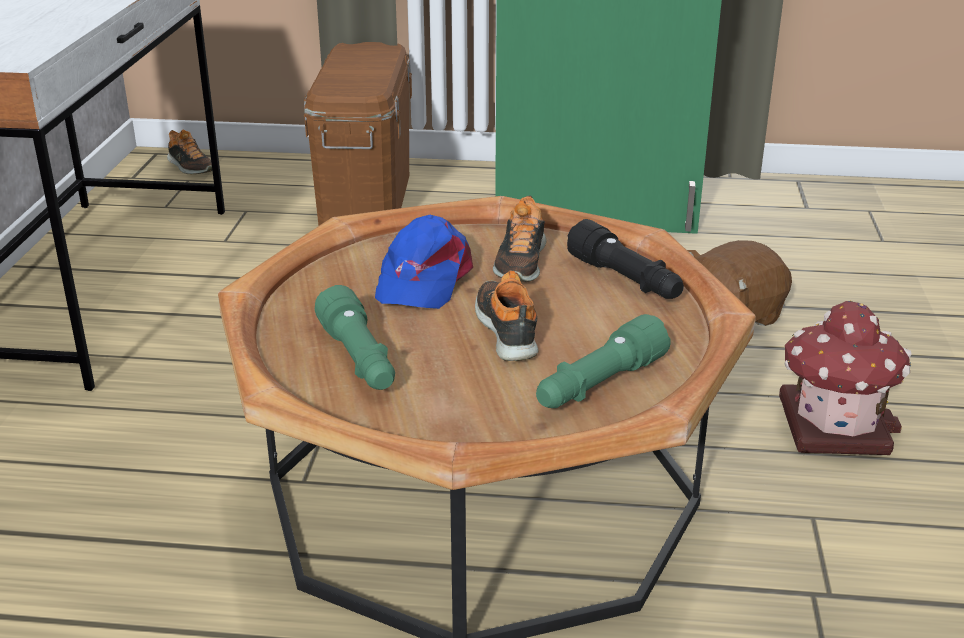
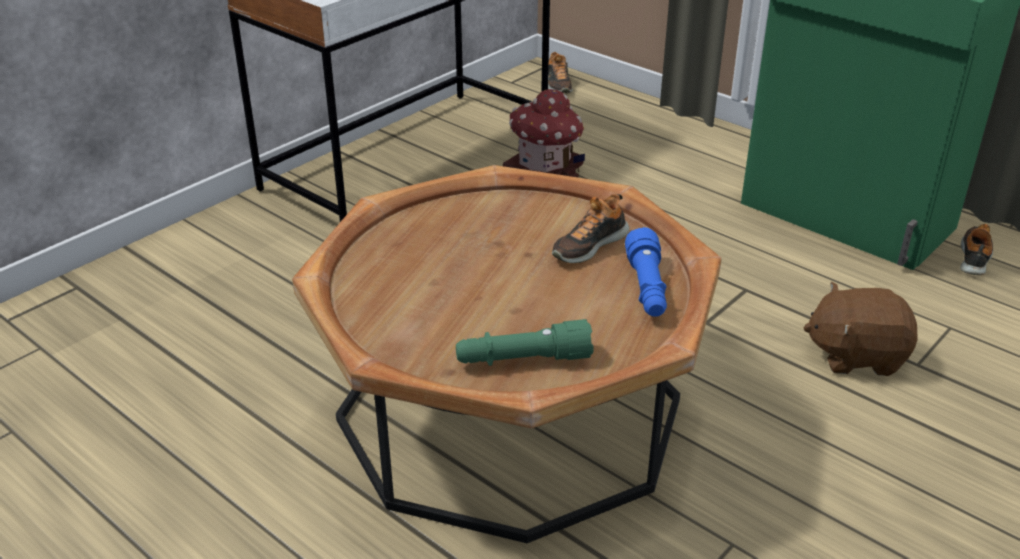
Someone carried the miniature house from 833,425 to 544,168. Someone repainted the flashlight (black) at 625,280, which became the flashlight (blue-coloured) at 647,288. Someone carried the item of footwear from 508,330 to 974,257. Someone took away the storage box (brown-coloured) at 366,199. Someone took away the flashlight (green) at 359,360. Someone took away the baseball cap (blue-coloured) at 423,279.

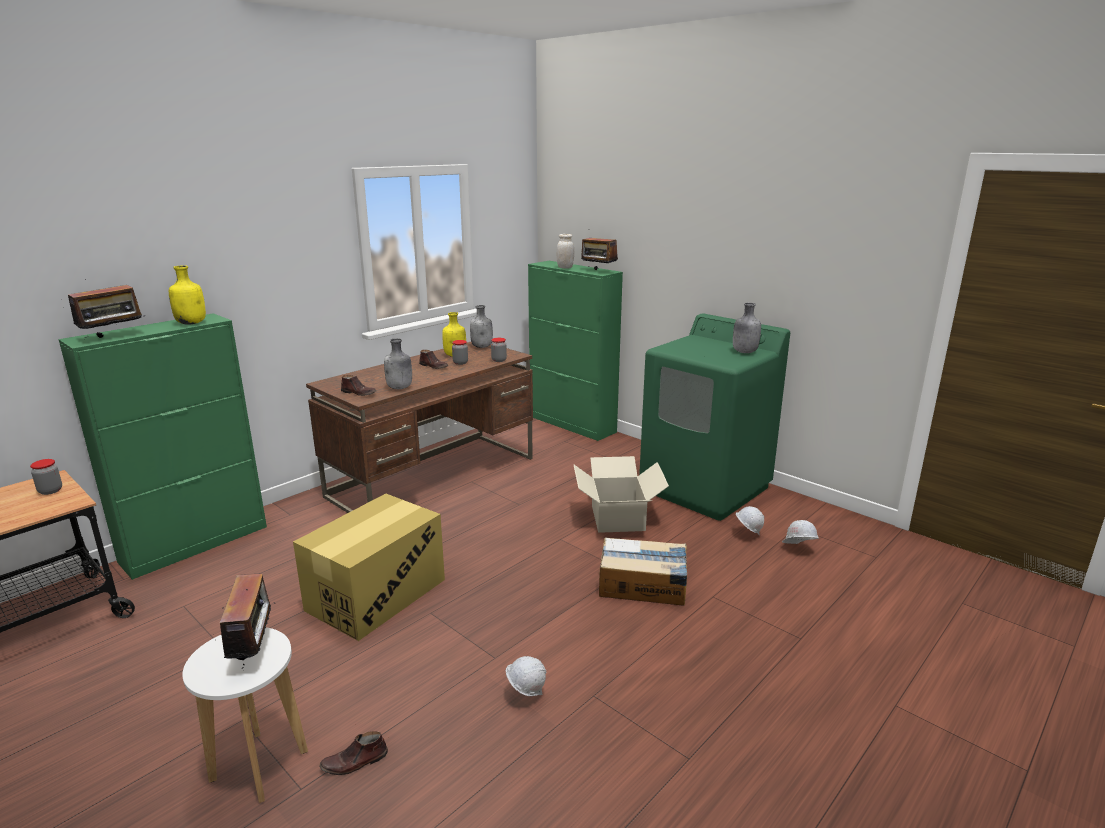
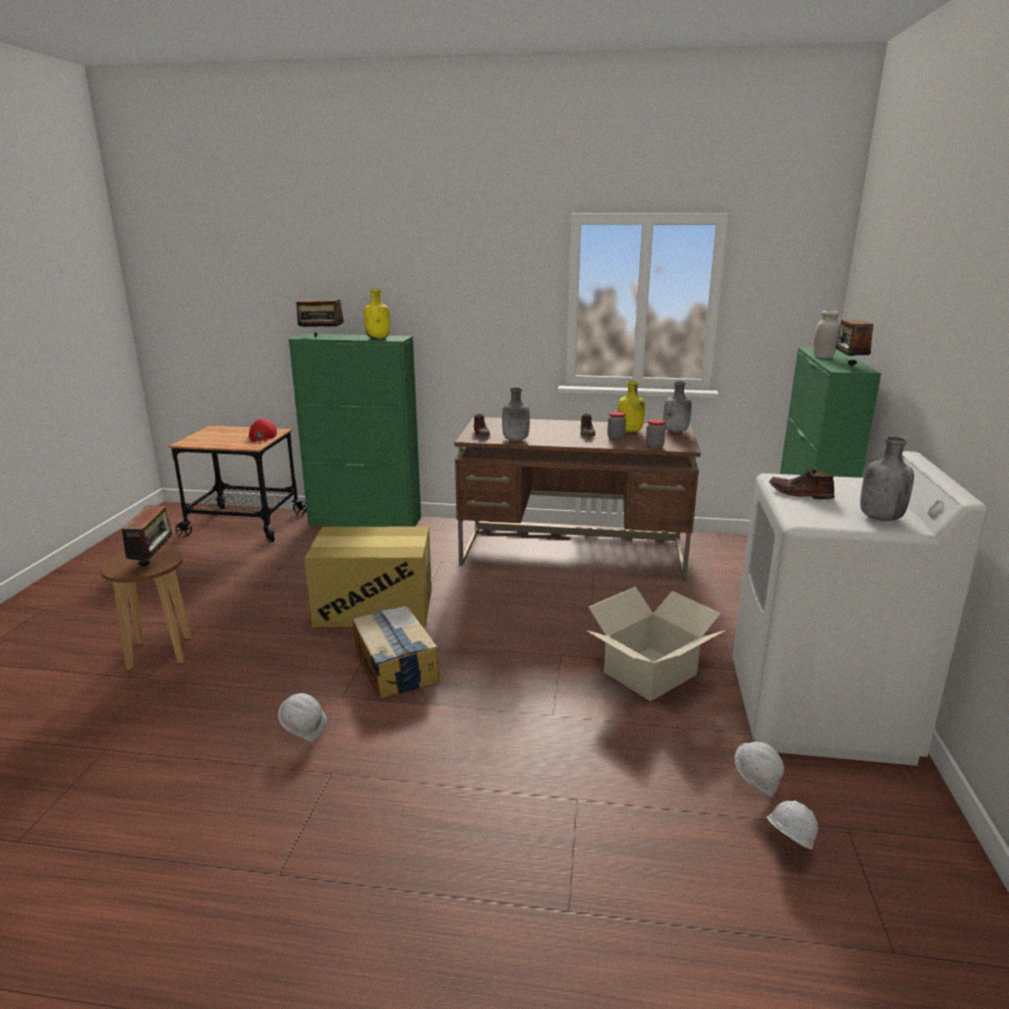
Someone repainted the sitting stool (white-coloured) at 259,766, which became the sitting stool (brown-coloured) at 160,653. Someone rotated the radio receiver at 253,649 by 45 degrees counterclockwise. Someone swapped the jar at 50,491 for the baseball cap (reddish) at 262,436. Someone carried the carton from 643,585 to 395,666. Someone repainted the laundry appliance (green) at 705,488, which became the laundry appliance (white-coloured) at 818,711. Someone carried the item of footwear (brown-coloured) from 355,762 to 800,493.

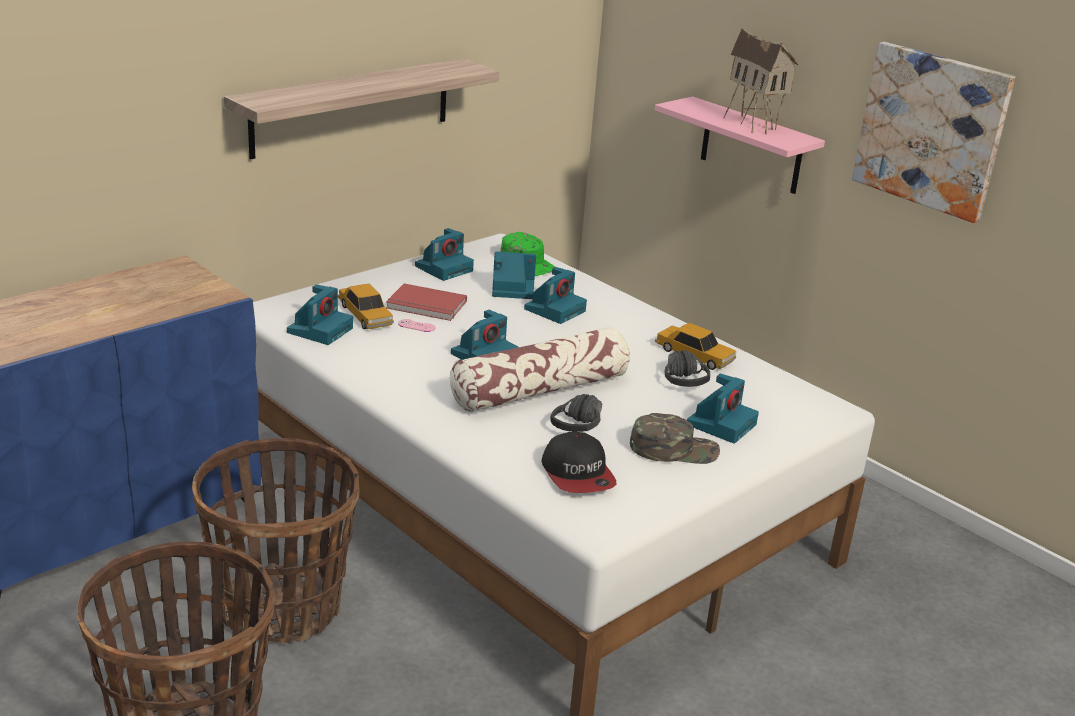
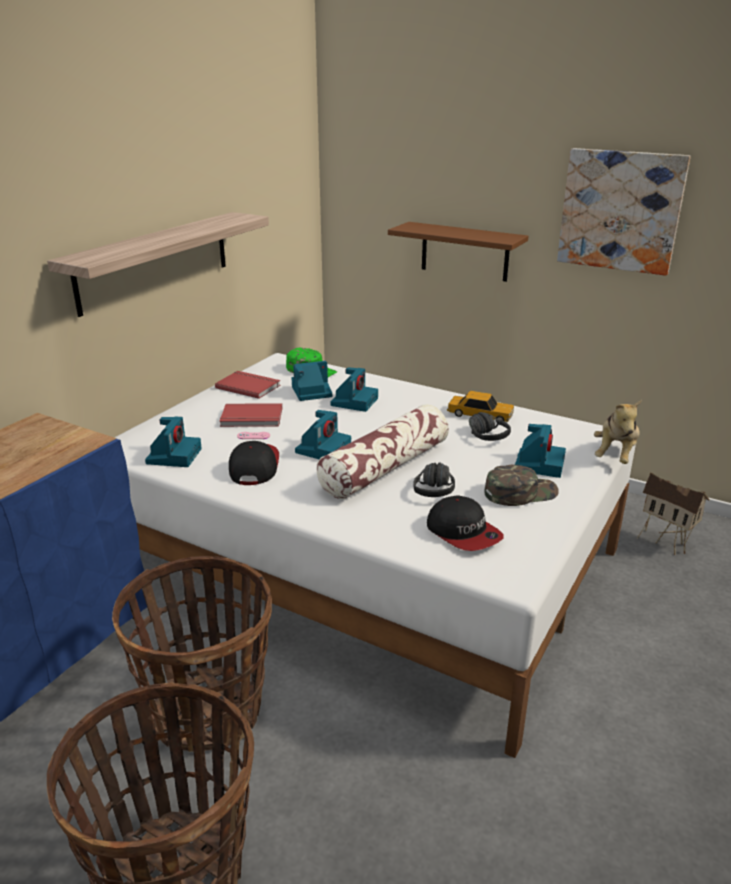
Someone swapped the photo camera at 444,268 for the book (reddish) at 249,386. Someone put down the baseball cap at 254,466. Someone repainted the wall shelf (pinkish) at 751,146, which became the wall shelf (brown-coloured) at 464,251. Someone put down the plush toy at 615,455. Someone carried the miniature house from 753,125 to 665,542. Someone took away the miniature car at 365,315.

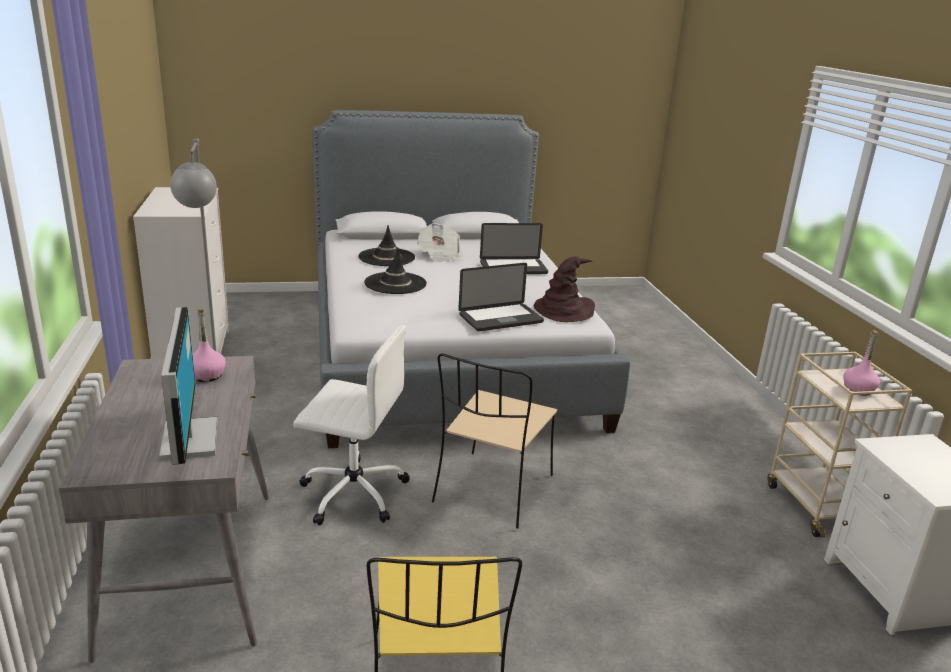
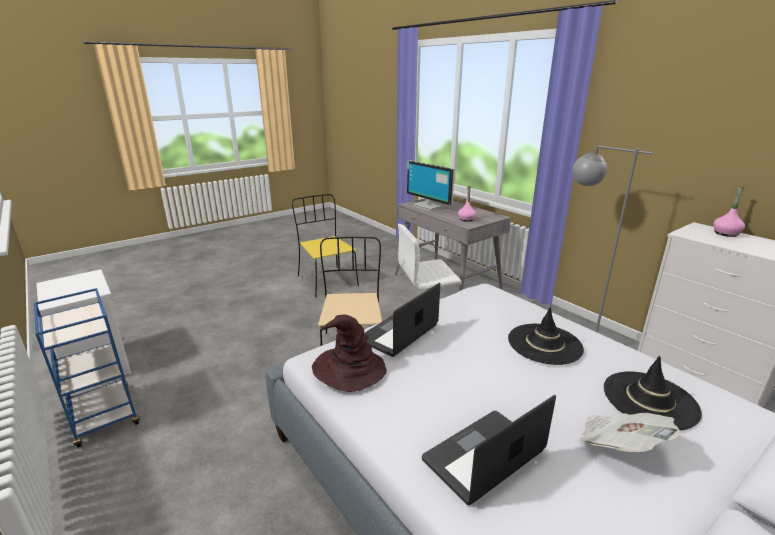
Someone repainted the trolley (sand-coloured) at 816,506, which became the trolley (blue-coloured) at 105,416. Someone carried the bottle (pinkish) from 858,390 to 725,233.

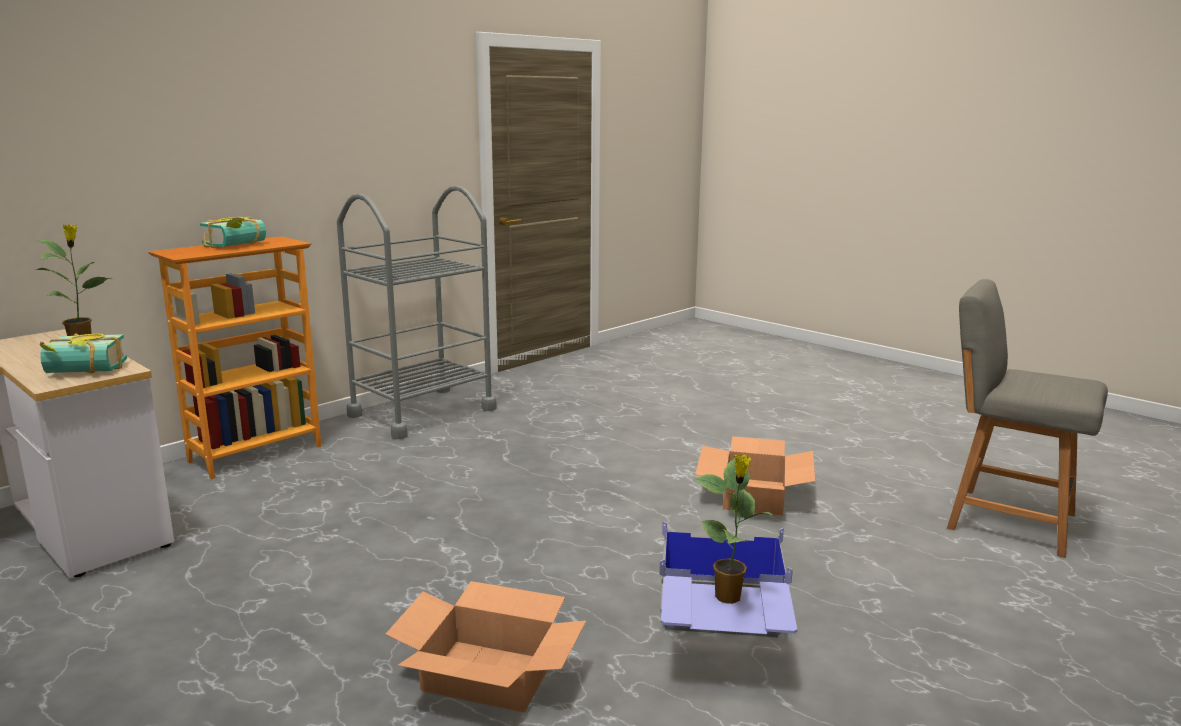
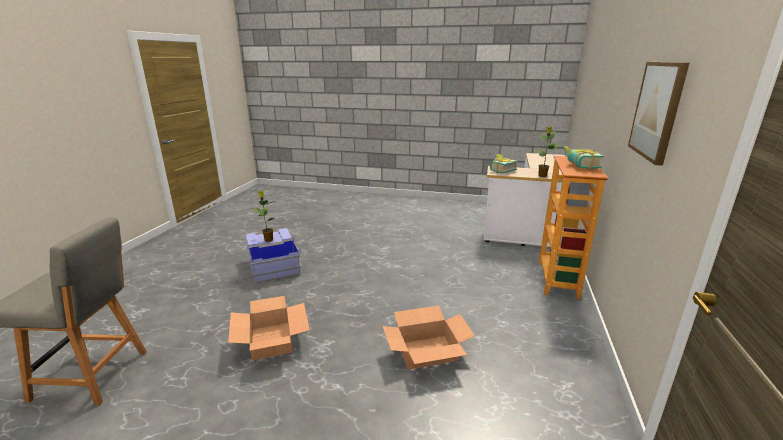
Someone carried the carton from 488,674 to 427,351. Someone put up the wall art at 657,110. Someone took away the trolley (grey) at 422,412.

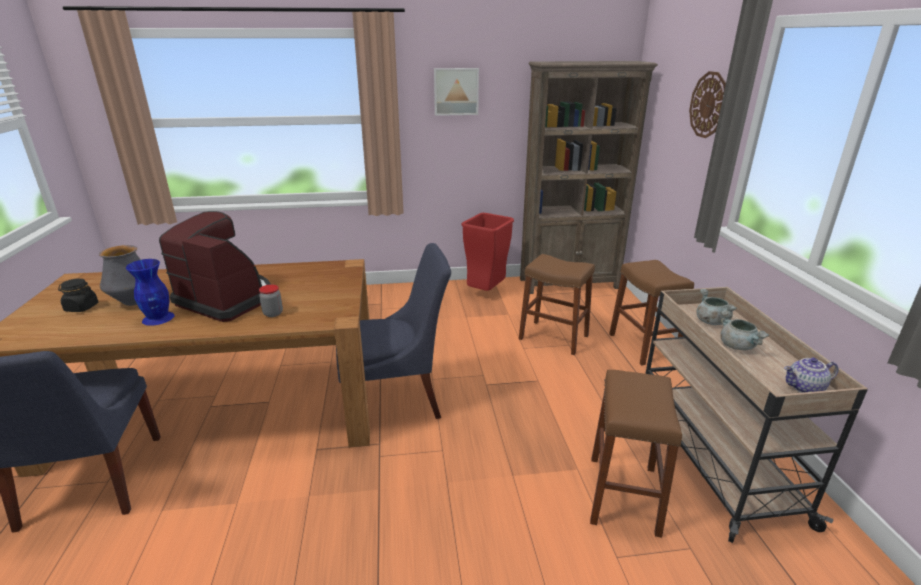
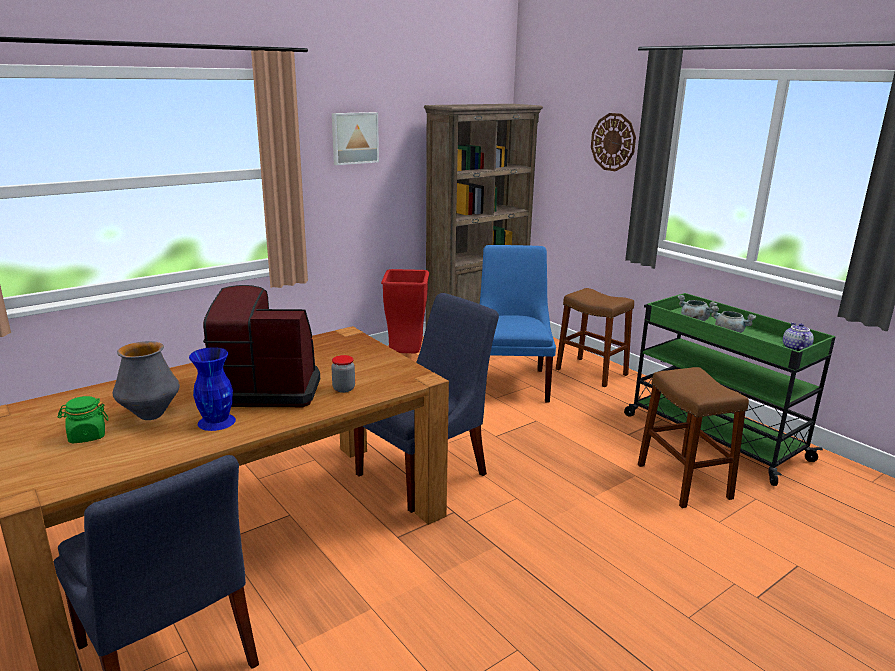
Someone repainted the jar (black) at 81,307, which became the jar (green) at 87,436. Someone swapped the sitting stool (brown-coloured) at 553,337 for the chair (blue-coloured) at 512,382. Someone repainted the trolley (sand-coloured) at 711,455, which became the trolley (green) at 712,436. Someone rotated the pot for tea at 805,388 by 135 degrees clockwise.

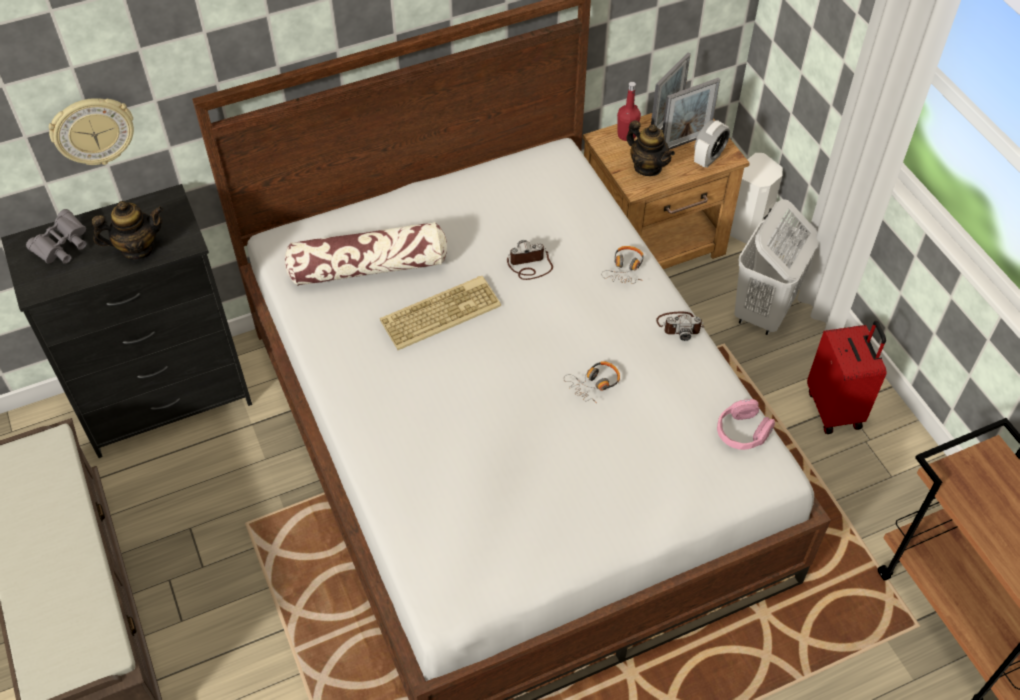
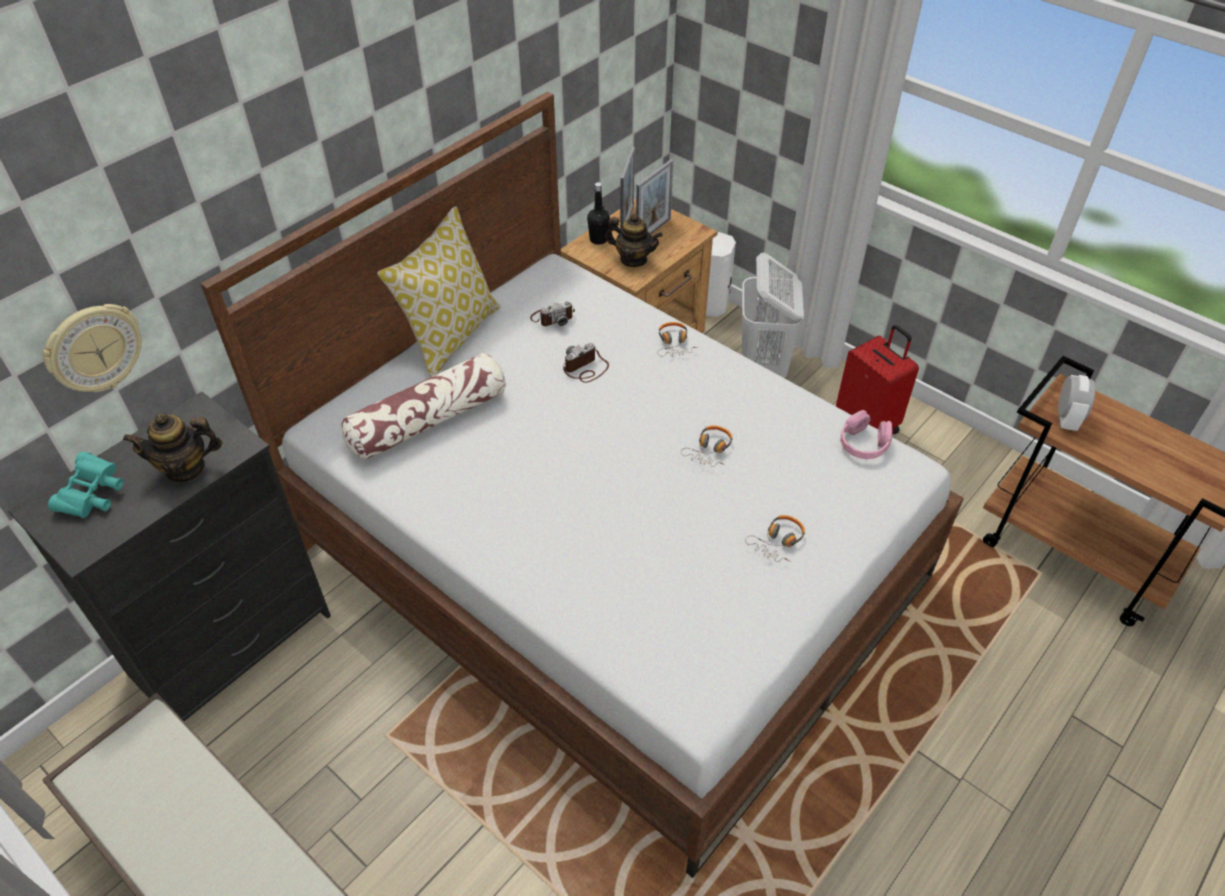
Someone repainted the pair of binoculars (grey) at 63,247, which became the pair of binoculars (blue-green) at 93,496. Someone rotated the pot for tea at 137,248 by 150 degrees counterclockwise. Someone put down the cushion at 451,335. Someone carried the photo camera from 679,326 to 552,317. Someone repainted the bottle (reddish) at 626,135, which became the bottle (black) at 598,239. Someone put down the headset at 778,542. Someone carried the bedside clock from 708,158 to 1066,419. Someone took away the keyboard at 441,312.

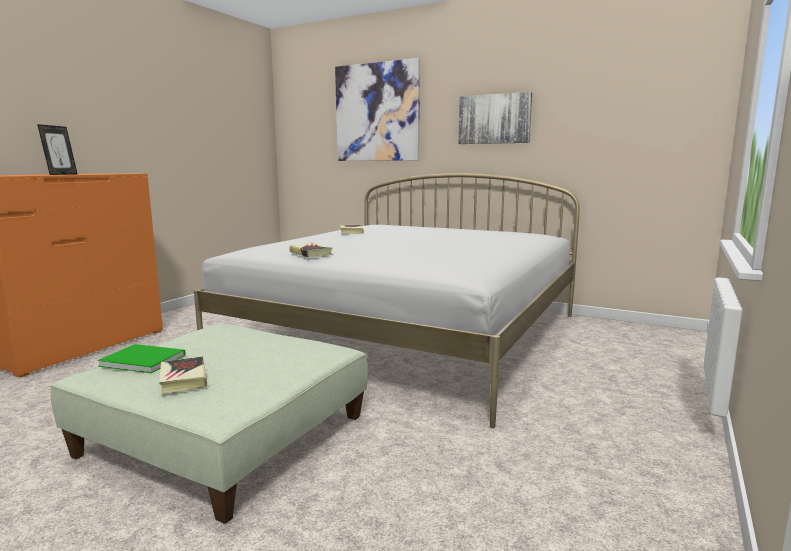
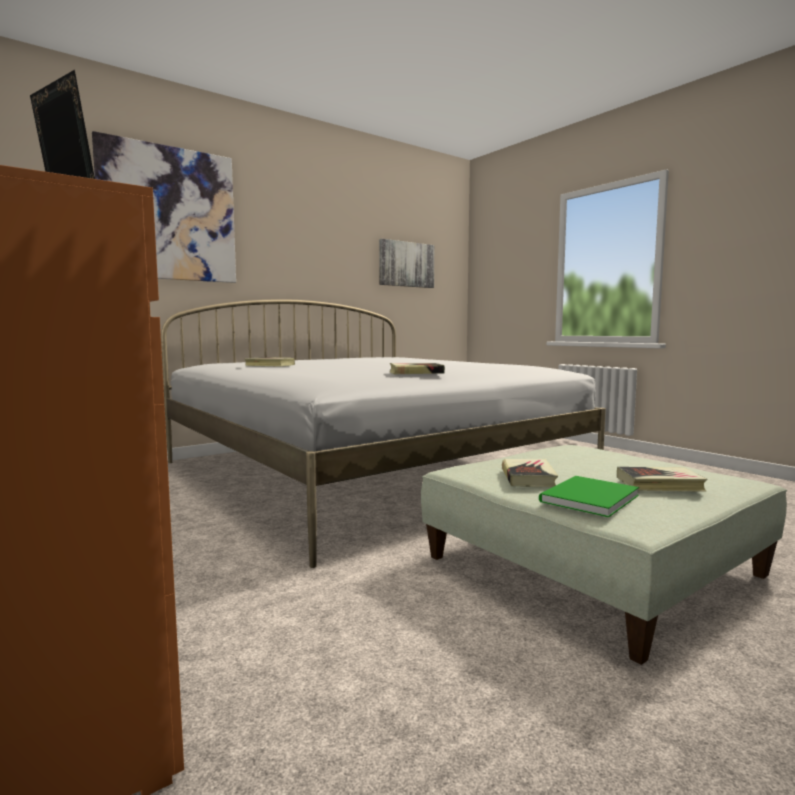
Someone carried the wall art from 494,119 to 406,264. Someone put down the book at 528,478.

